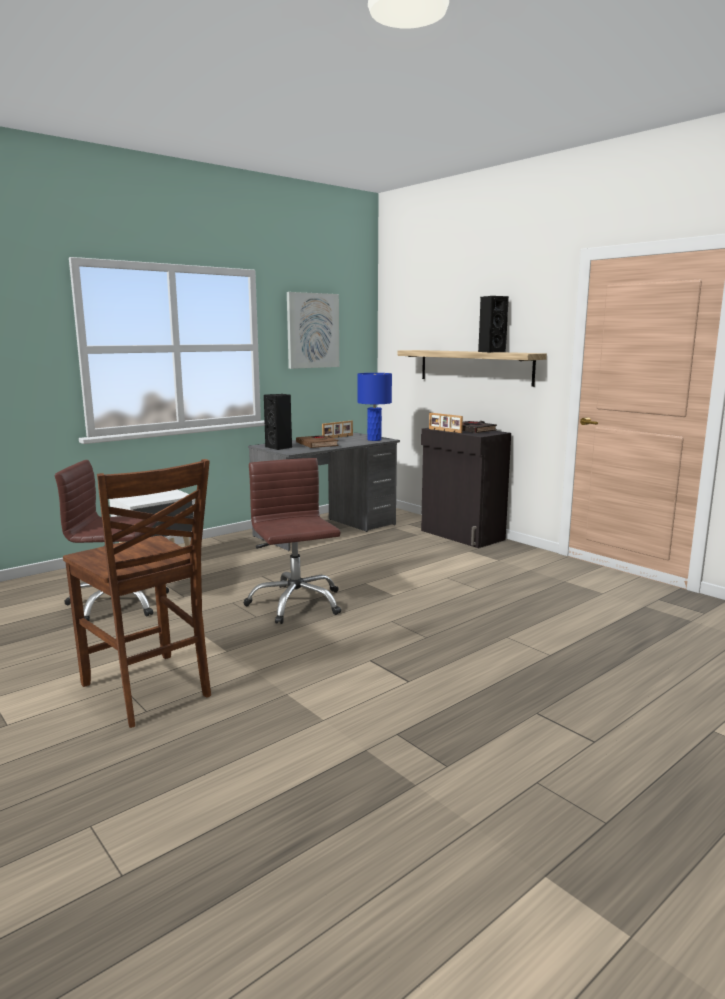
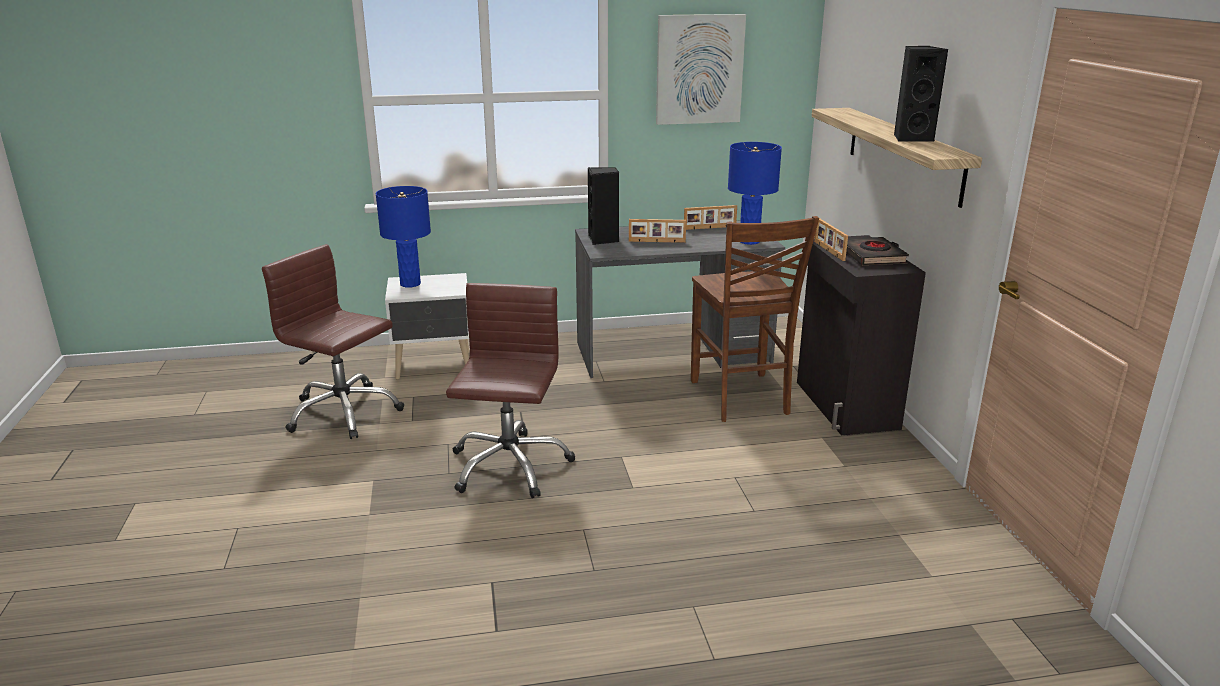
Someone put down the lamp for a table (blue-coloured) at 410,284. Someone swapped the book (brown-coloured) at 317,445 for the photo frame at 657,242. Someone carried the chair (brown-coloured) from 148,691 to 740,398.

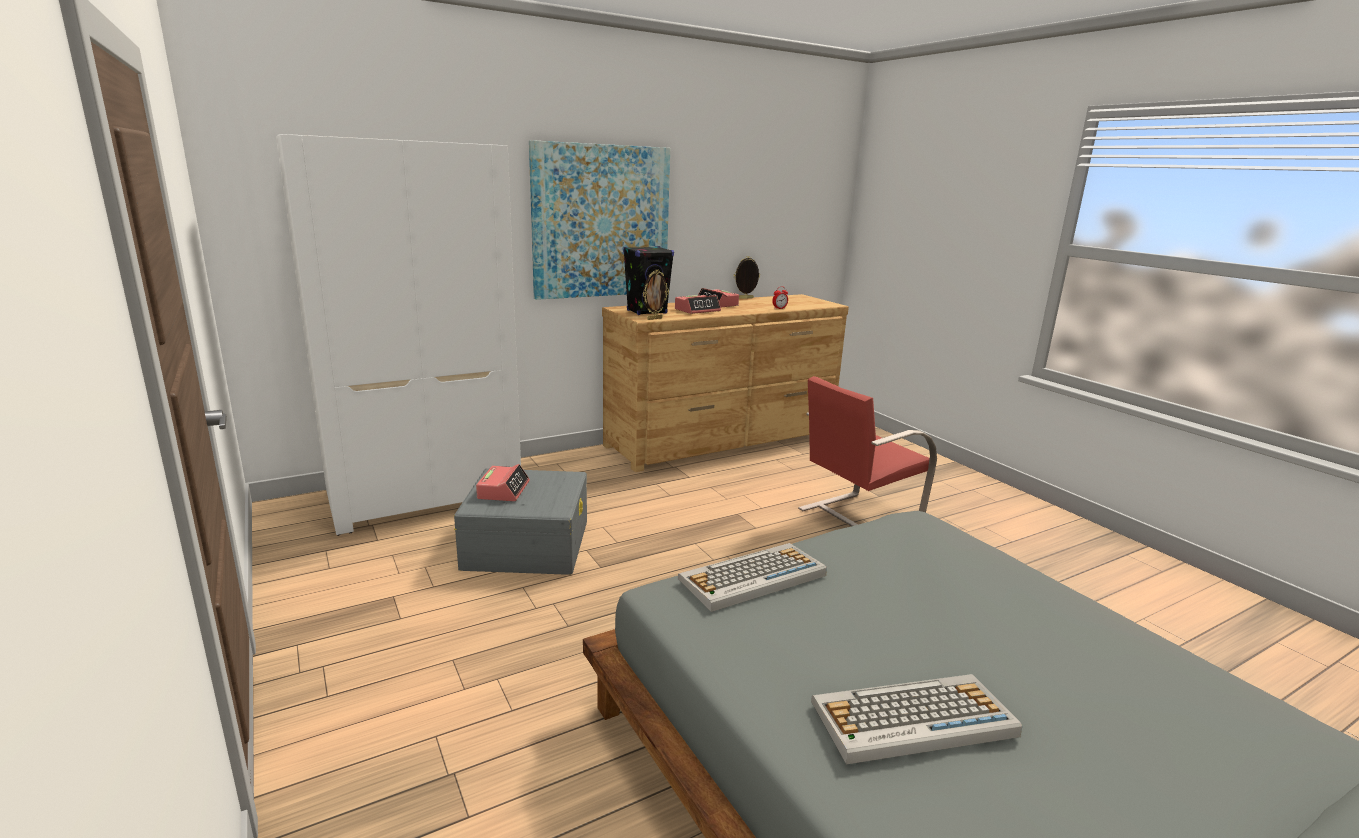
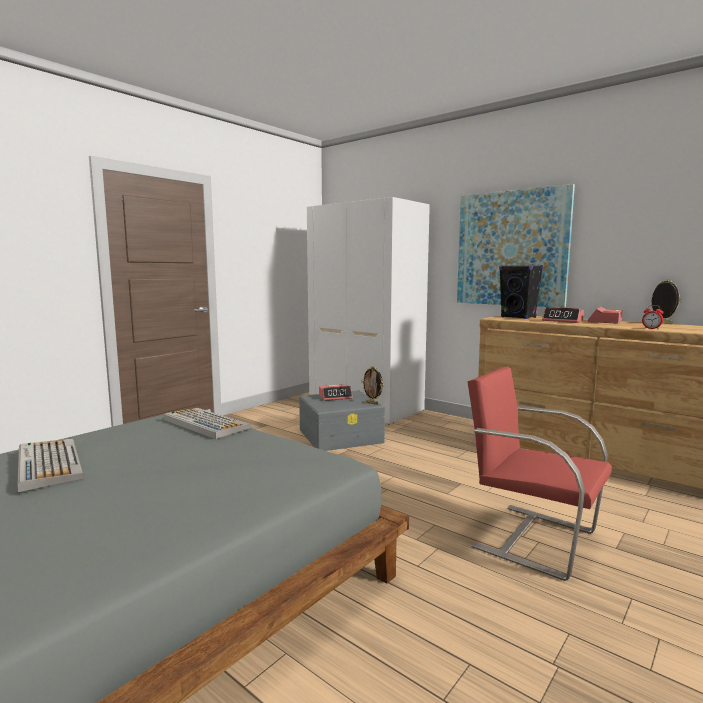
Someone carried the photo frame from 654,319 to 372,403.

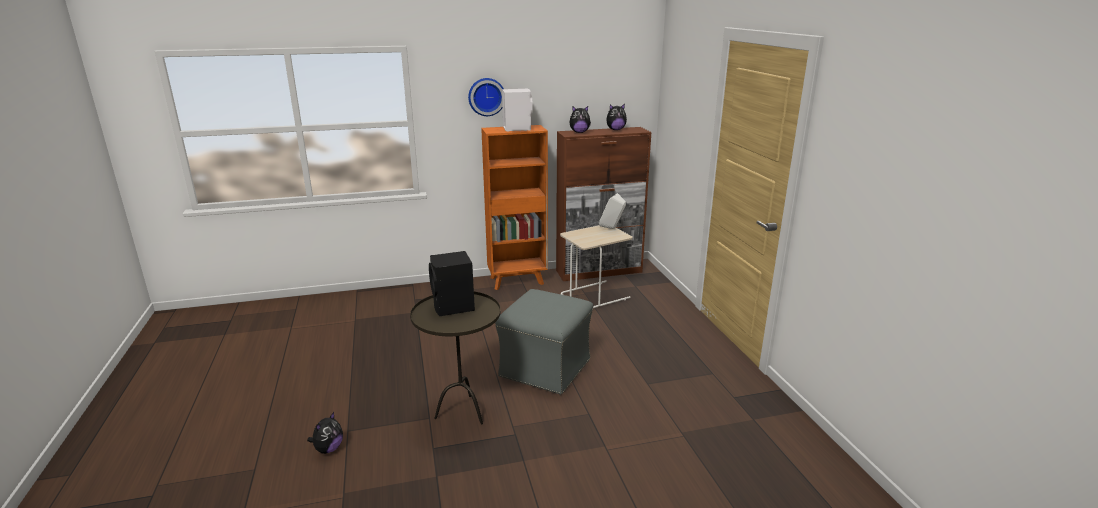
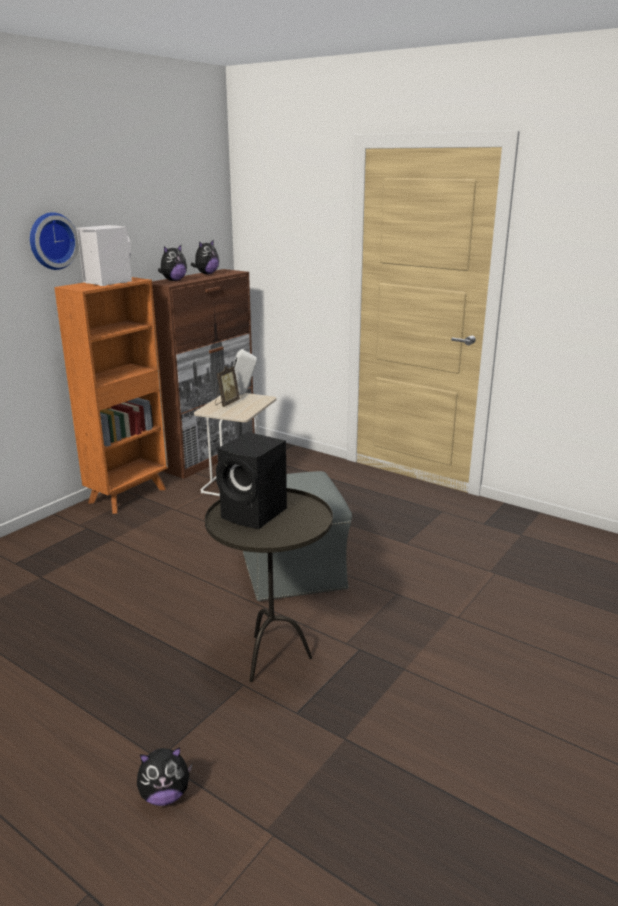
Someone rotated the plush toy at 328,449 by 90 degrees clockwise. Someone put down the photo frame at 226,403.

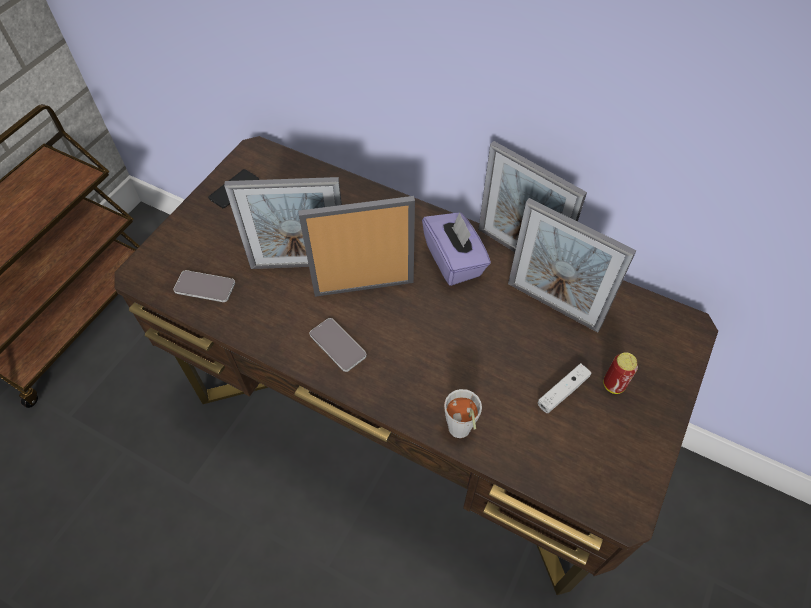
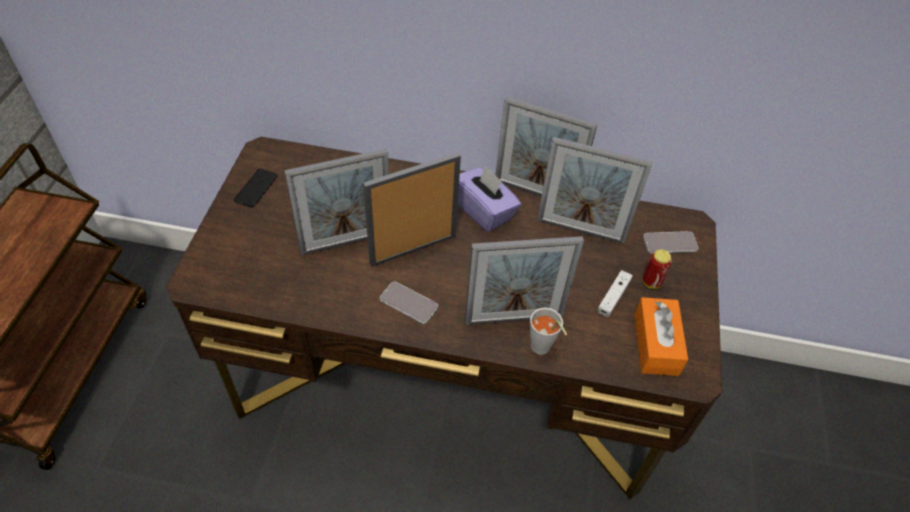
Someone put down the photo frame at 513,319. Someone put down the box of tissues (orange) at 656,344. Someone carried the handset from 205,287 to 670,243.

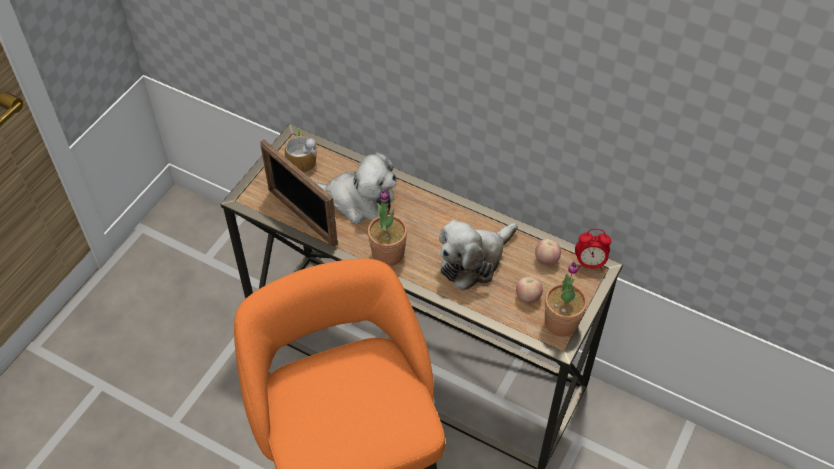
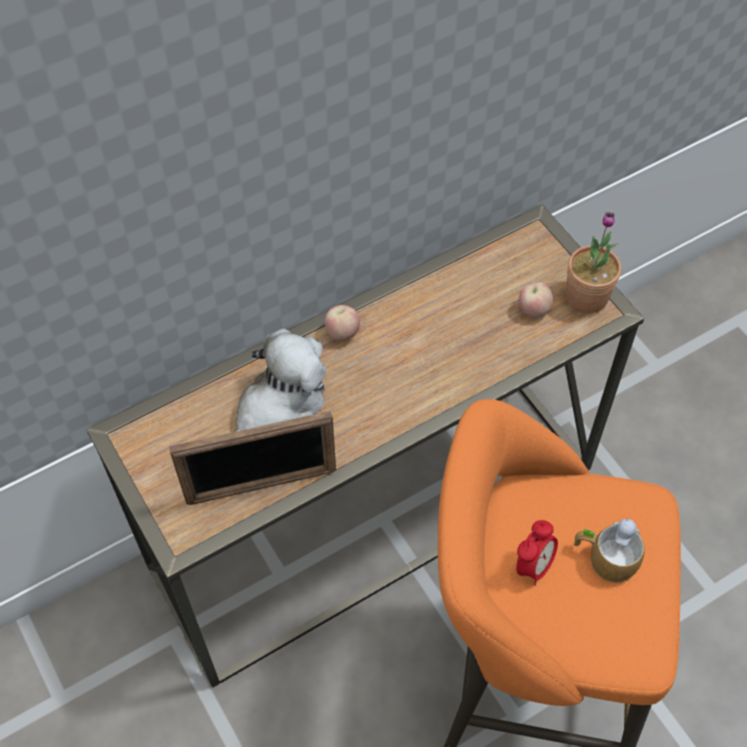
Someone carried the apple from 546,260 to 342,333. Someone carried the bedside clock from 589,263 to 533,565. Someone carried the mug from 302,158 to 604,557. Someone took away the plant in a pot at 388,253. Someone took away the plush toy at 474,260.

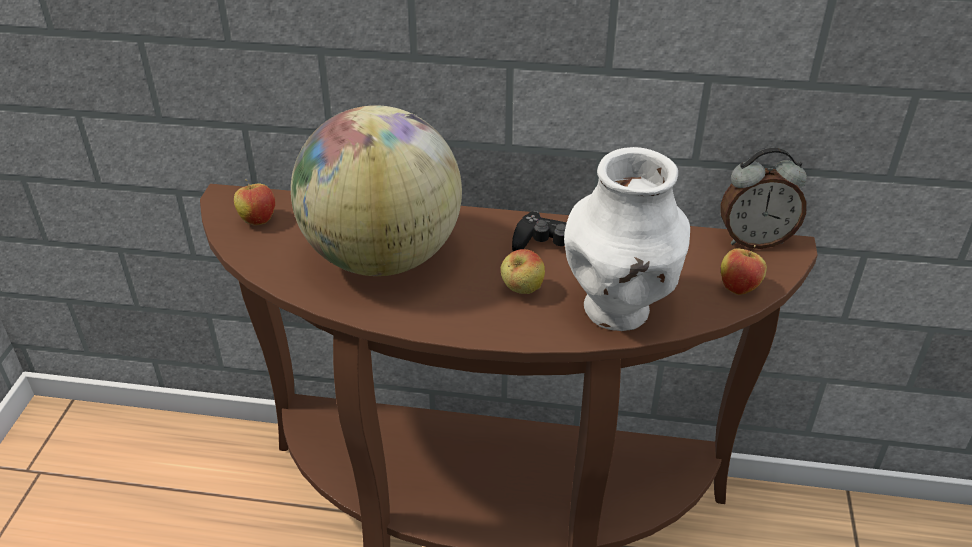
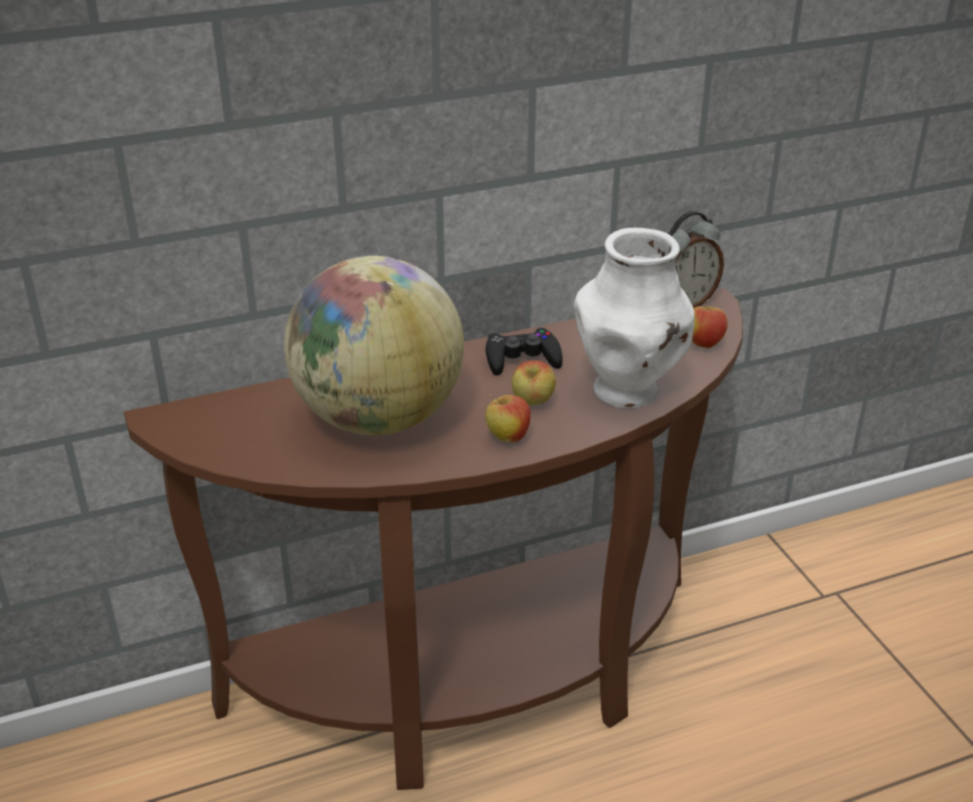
Someone carried the apple from 258,220 to 507,438.

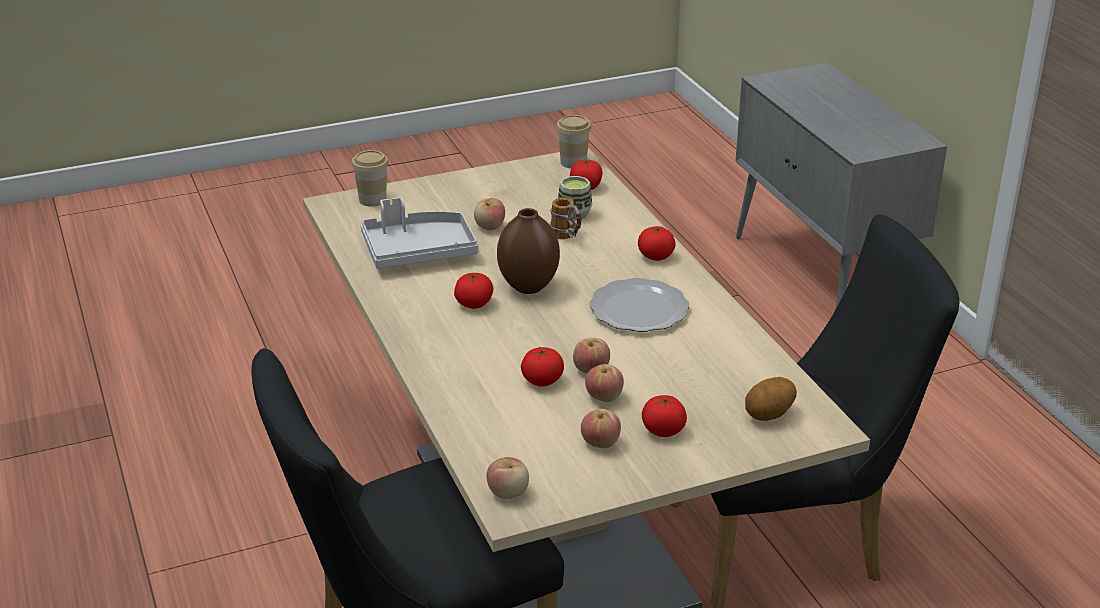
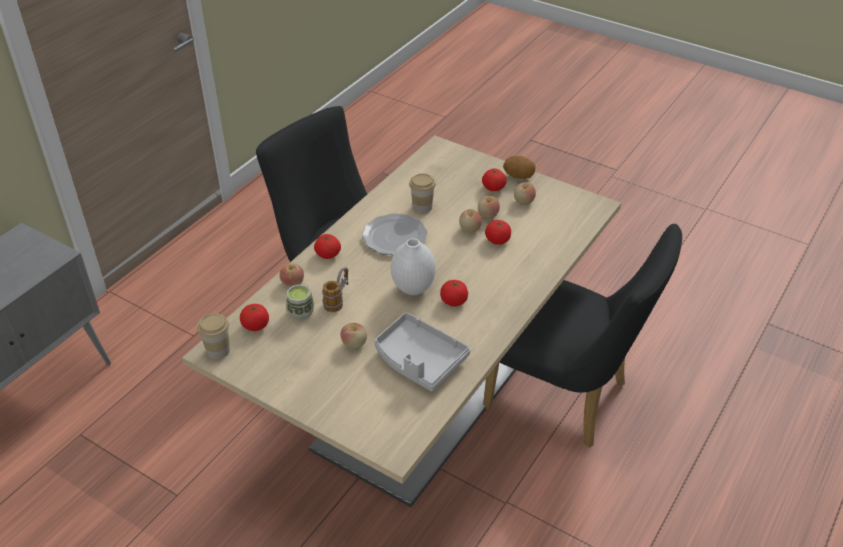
Someone carried the apple from 508,492 to 292,283. Someone repainted the flower vase (brown-coloured) at 528,286, which became the flower vase (white-coloured) at 412,289. Someone carried the small cup from 372,200 to 422,207. Someone carried the potato from 769,415 to 518,176.

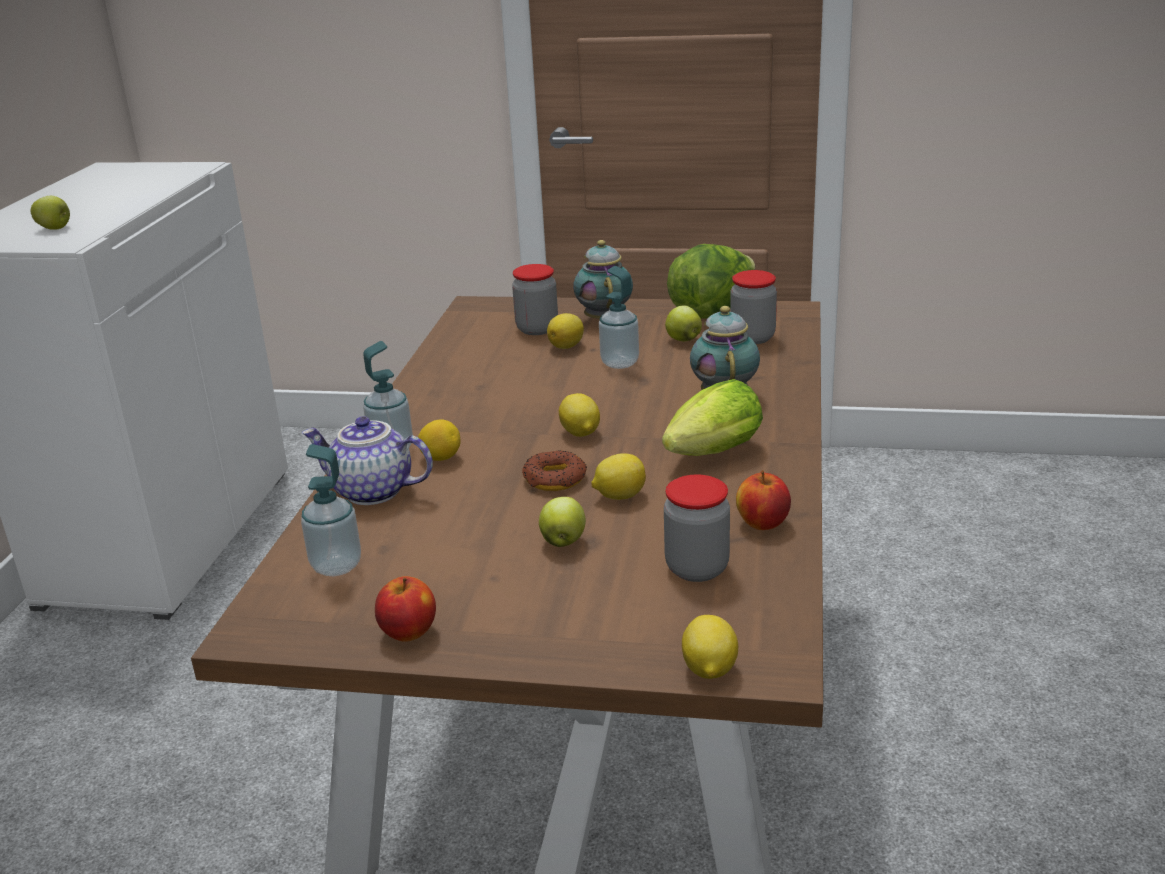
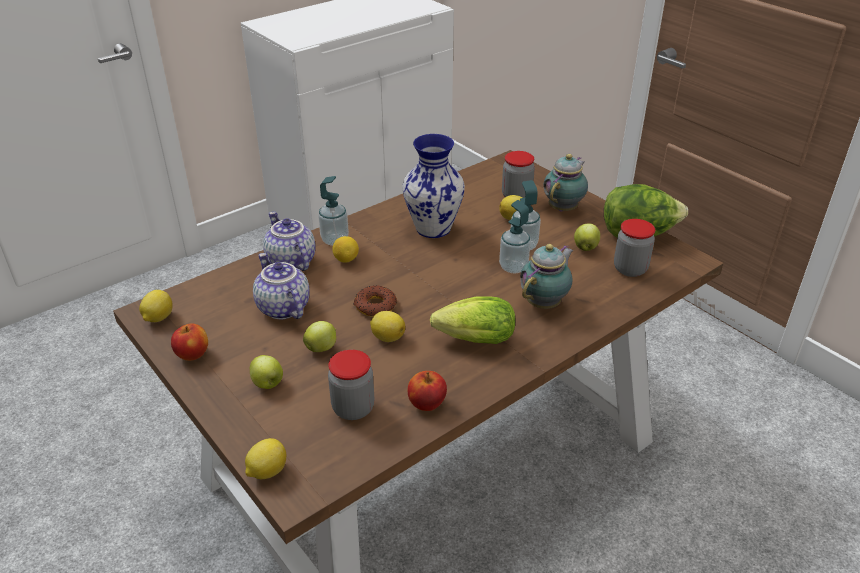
Someone carried the whole lemon from 580,433 to 158,318. Someone carried the apple from 55,229 to 268,384. Someone put down the pot for tea at 282,308. Someone put down the flower vase at 432,228. Someone carried the liquid soap bottle from 336,566 to 513,267.

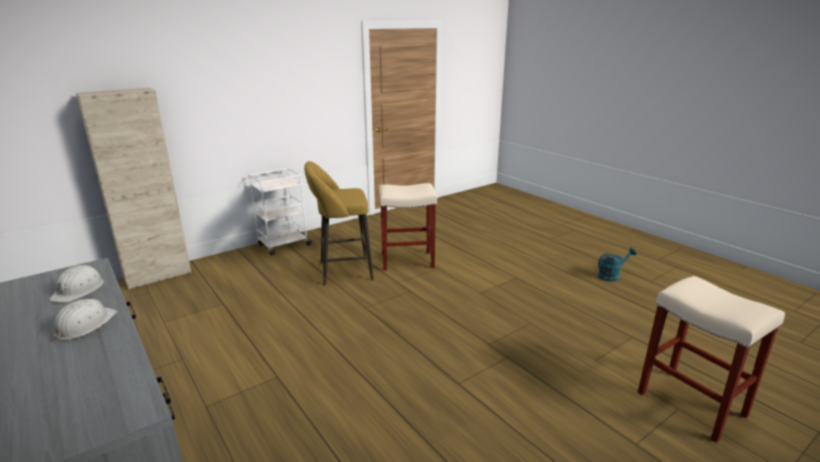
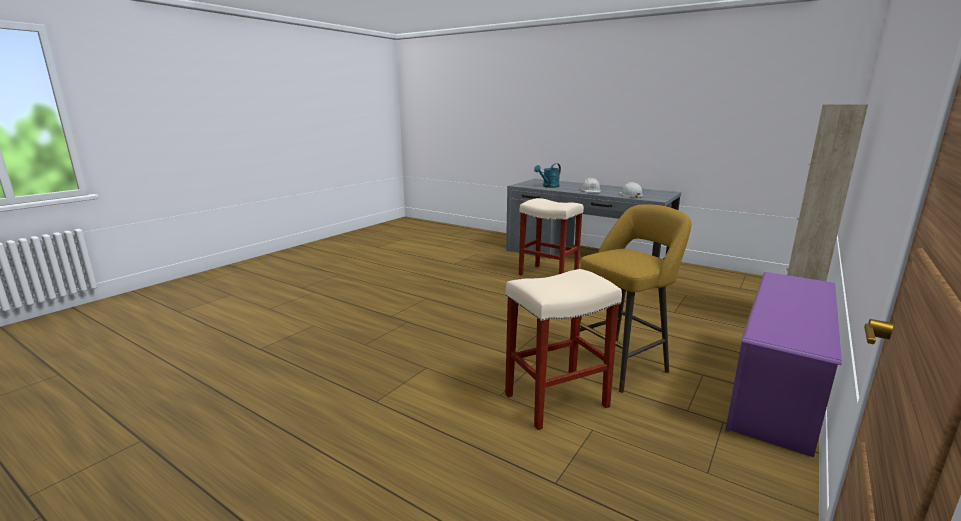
Someone carried the sitting stool (sand-coloured) from 693,404 to 547,274. Someone carried the watering can (blue-green) from 611,276 to 549,186. Someone swapped the trolley (white-coloured) at 283,245 for the shoe stand (purple) at 776,391.

